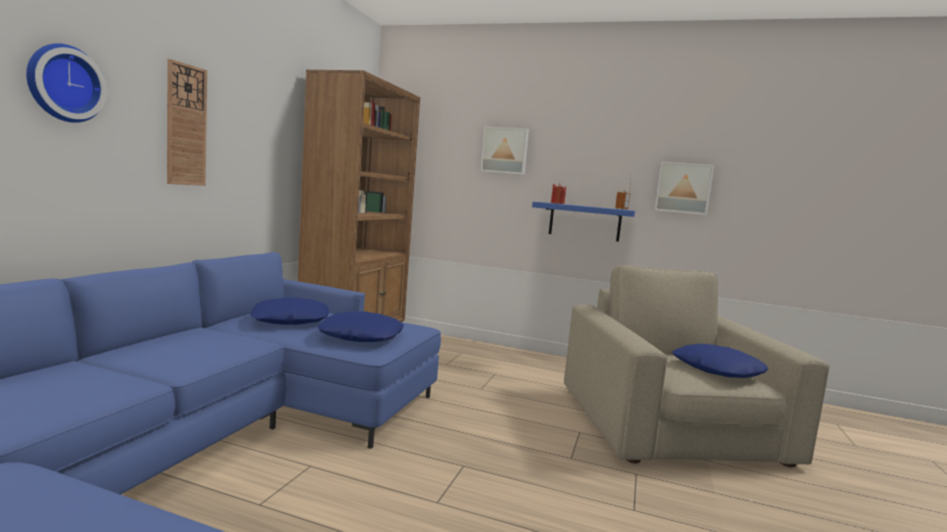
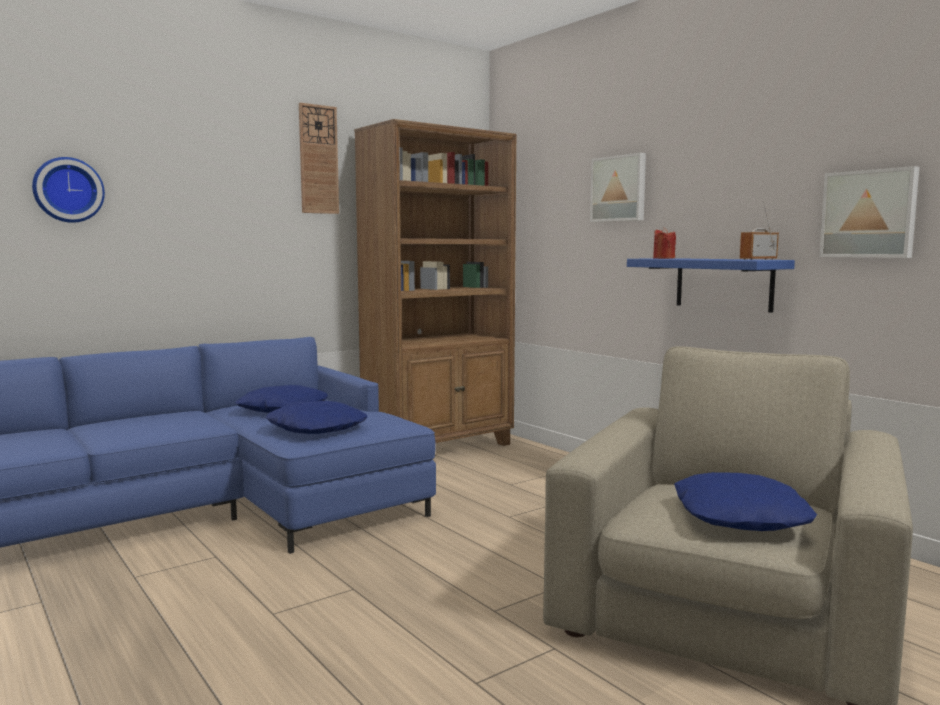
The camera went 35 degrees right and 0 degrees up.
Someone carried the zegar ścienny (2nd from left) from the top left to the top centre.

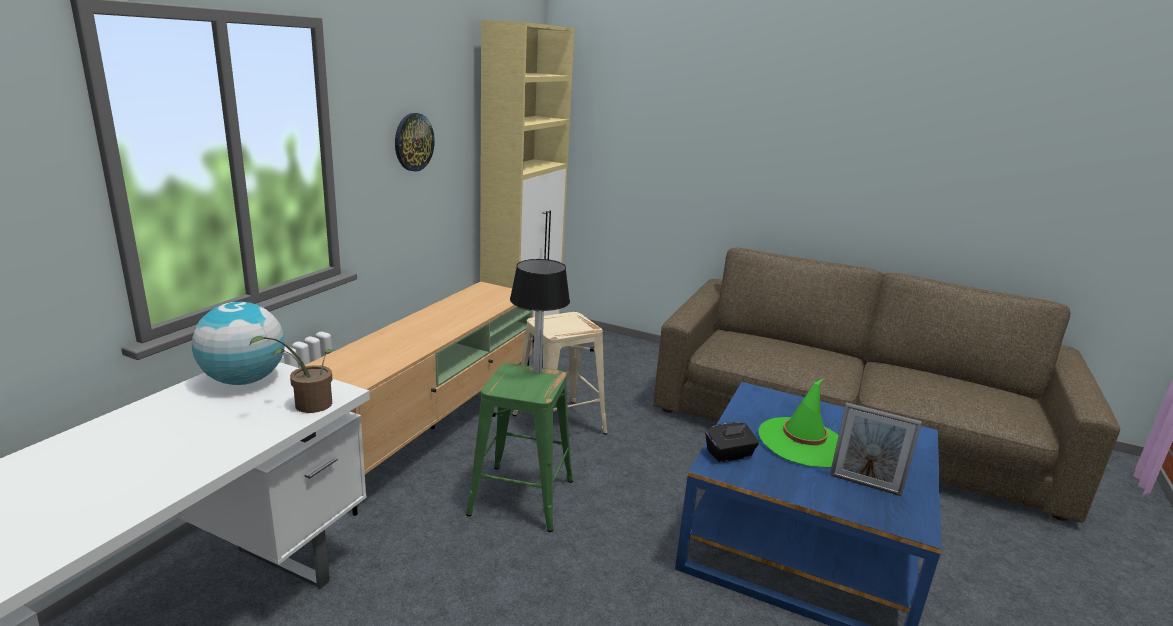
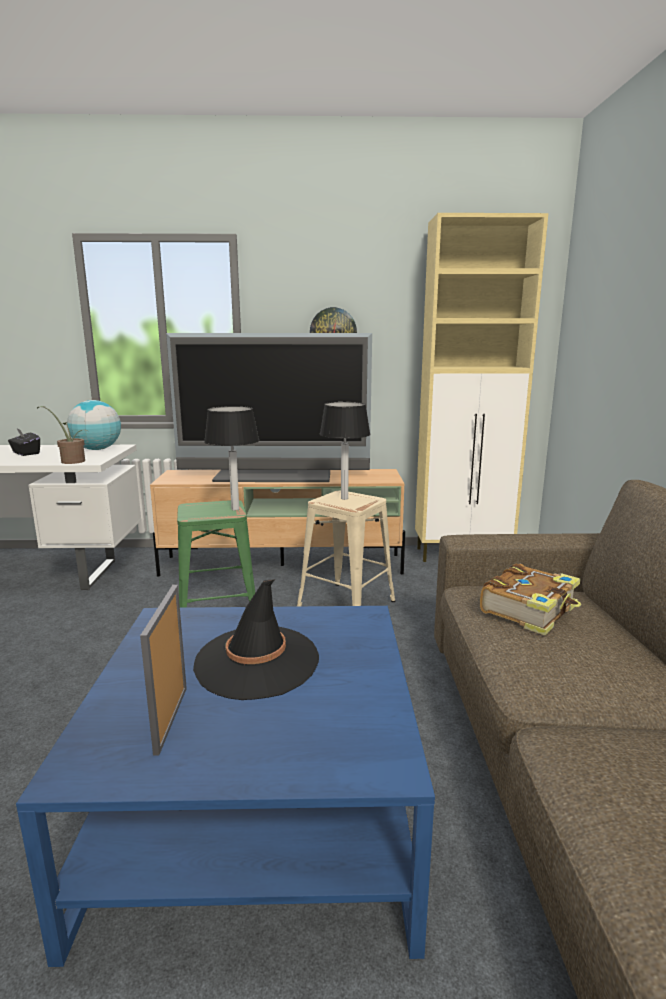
The camera went 65 degrees right and 5 degrees down.
Someone repainted the kapelusz/zielony at the bottom right, which became the kapelusz/czarny at the centre.
Someone carried the pudełko chusteczek/czarny from the bottom centre to the middle left.
Someone put down the telewizor at the centre.
Someone put down the lampa stołowa (2nd from left) at the centre.
Someone put down the książka at the middle right.

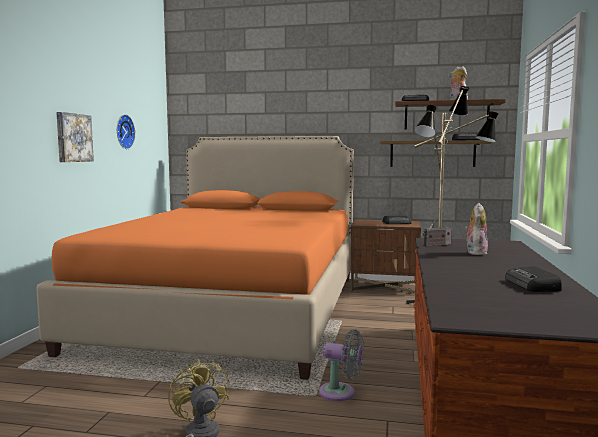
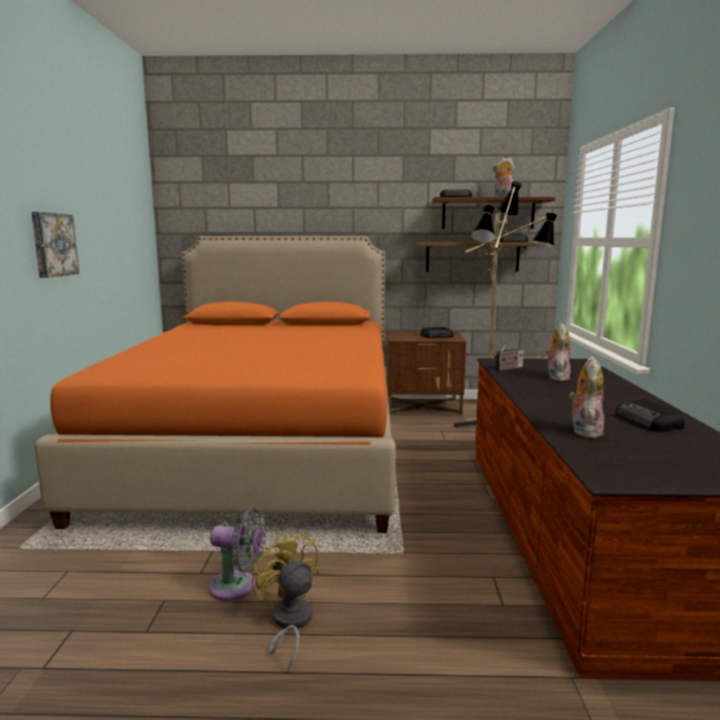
The camera went 10 degrees left and 5 degrees up.
Someone took away the zegar ścienny at the top left.
Someone carried the wentylator/szary from the bottom centre to the bottom left.
Someone put down the pluszak (3rd from left) at the middle right.

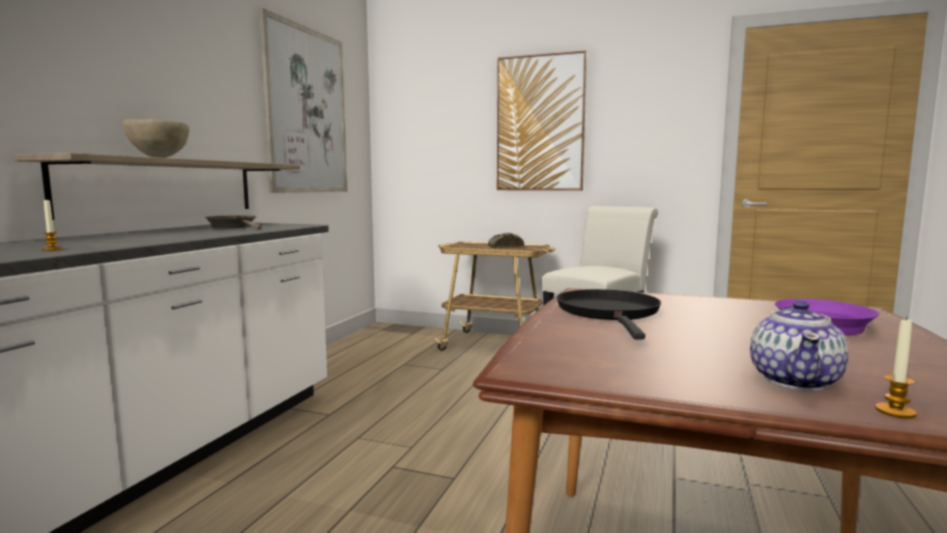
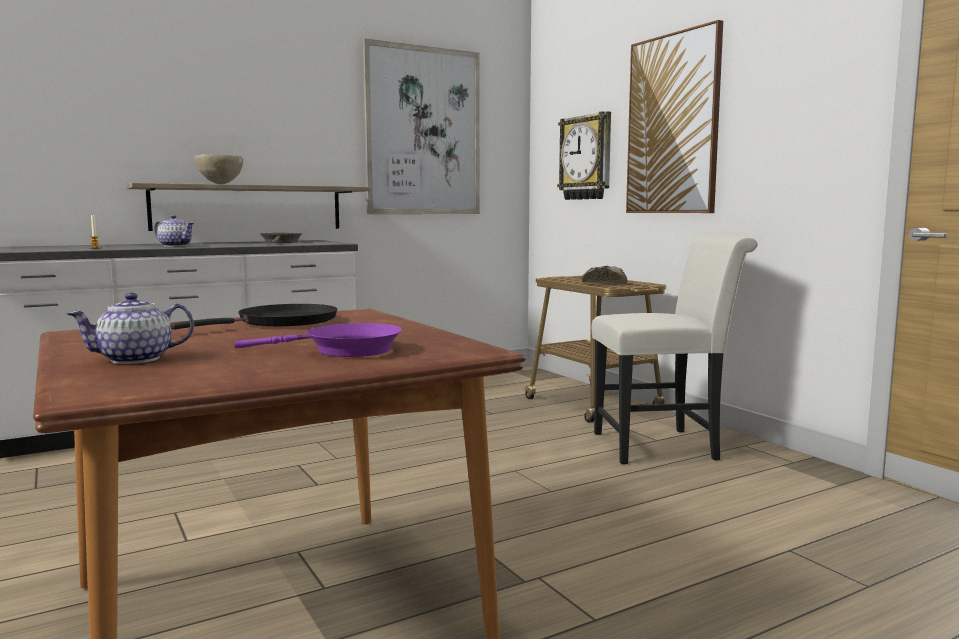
The camera went 40 degrees right and 0 degrees up.
Someone took away the świeca (2nd from left) at the bottom right.
Someone put up the zegar ścienny at the top centre.
Someone put down the imbryk (2nd from left) at the middle left.

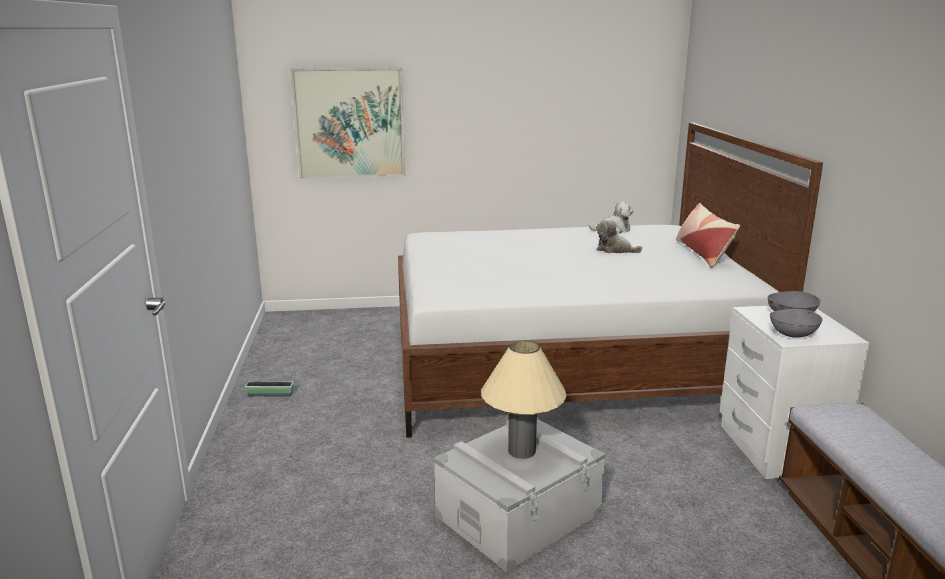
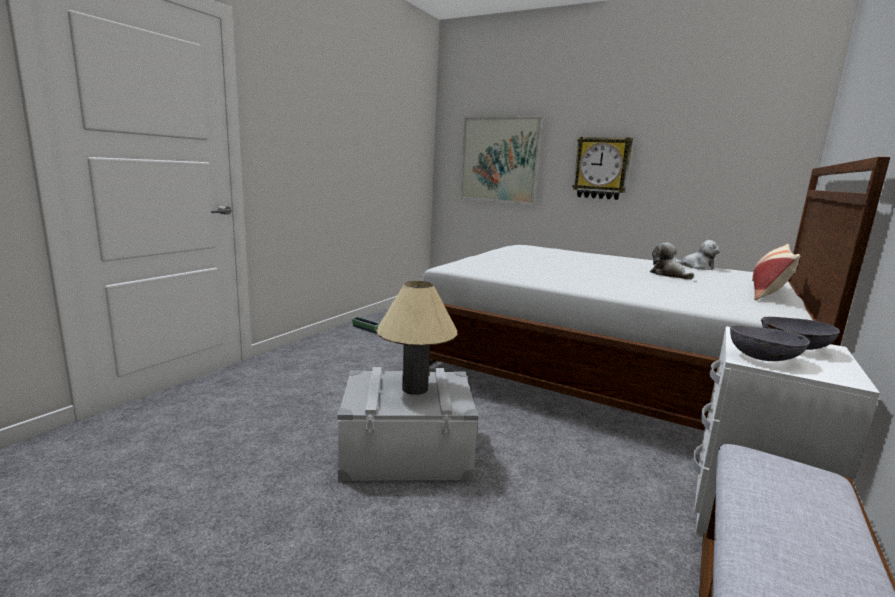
The camera went 35 degrees right and 5 degrees down.
Someone put up the zegar ścienny at the top right.

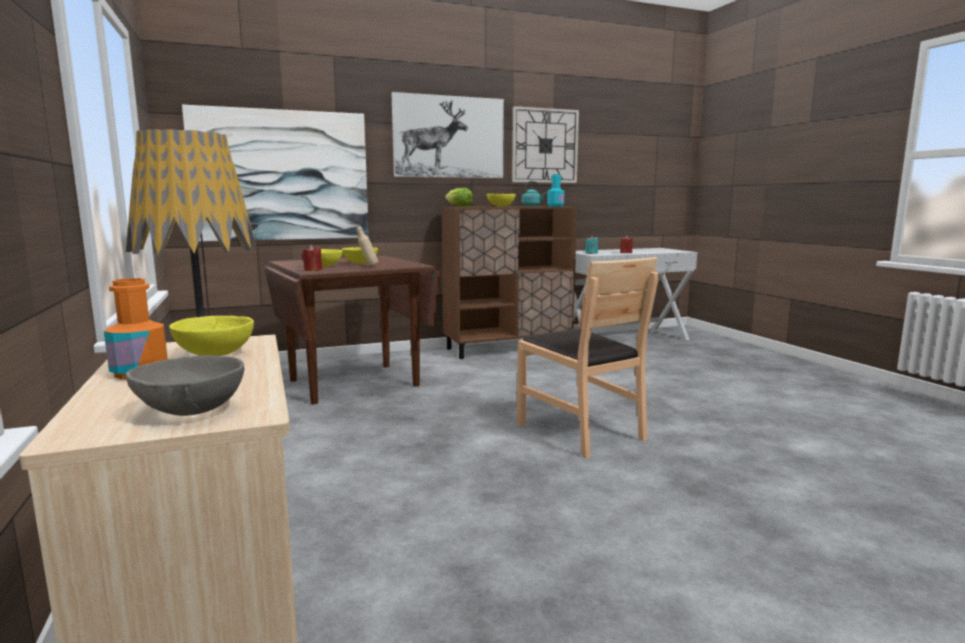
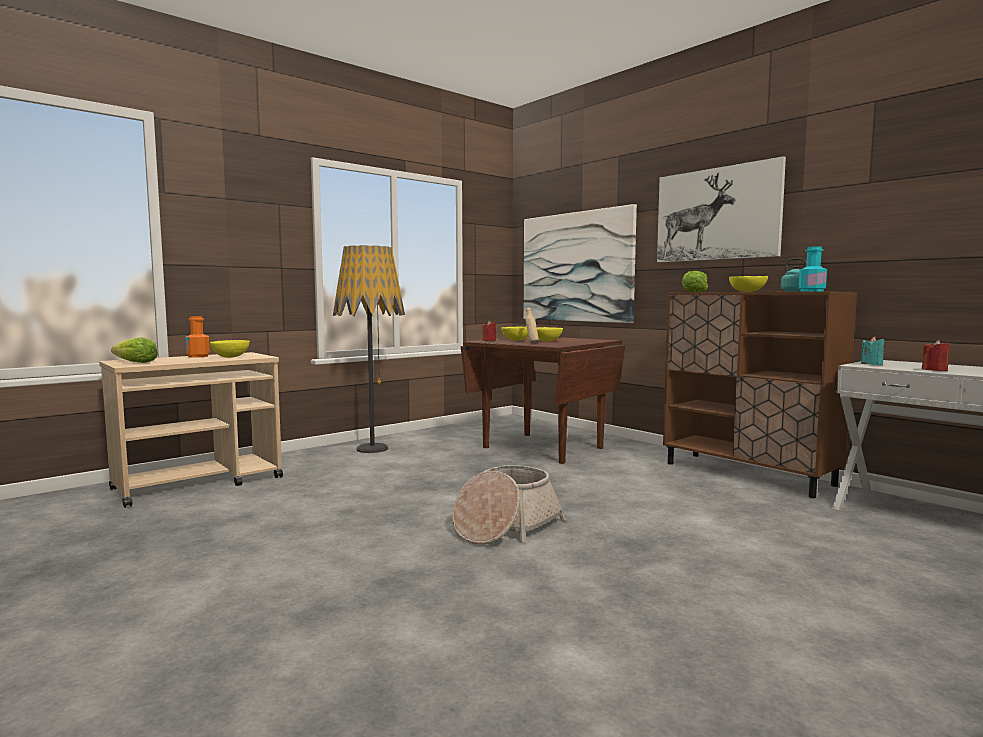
The camera went 70 degrees right and 5 degrees down.
Someone took away the zegar ścienny at the top centre.
Someone swapped the krzesło/brązowy at the centre for the koszyk at the bottom centre.
Someone swapped the miska/szary at the middle left for the sałata (1st from left) at the middle left.

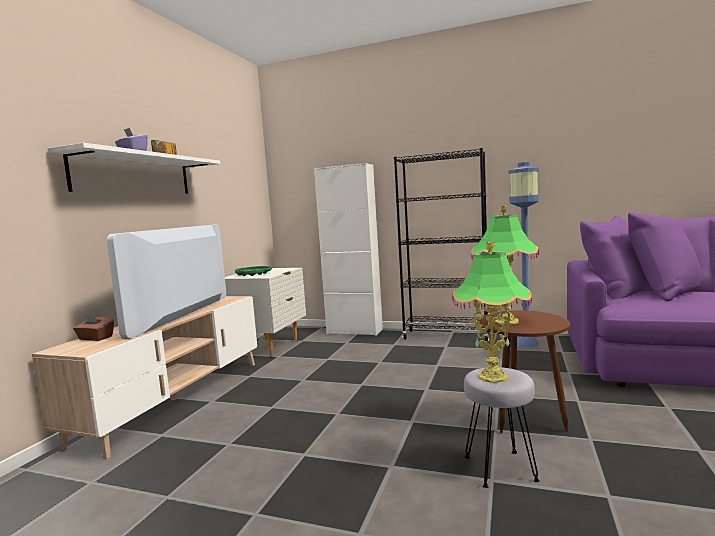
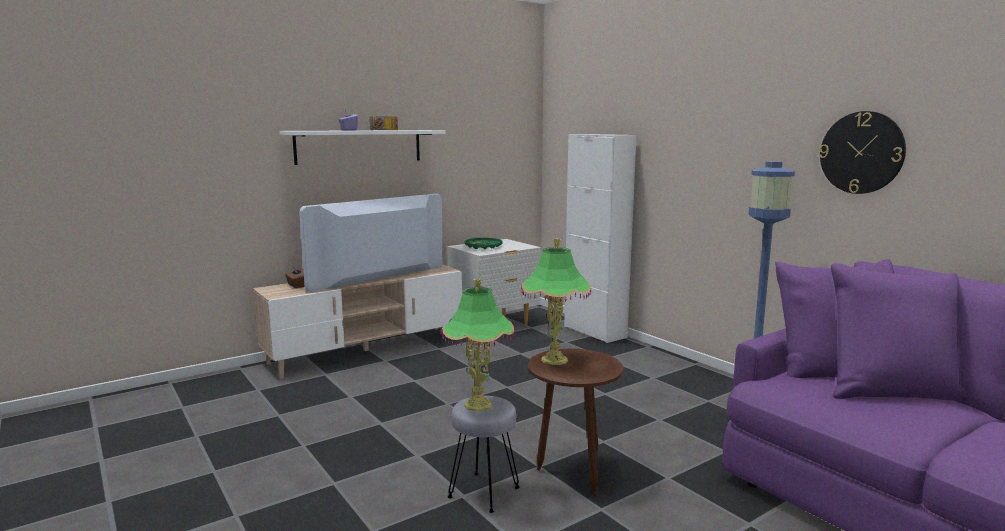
The camera went 35 degrees right and 5 degrees up.
Someone took away the regał/czarny at the centre.
Someone put up the zegar ścienny at the top right.

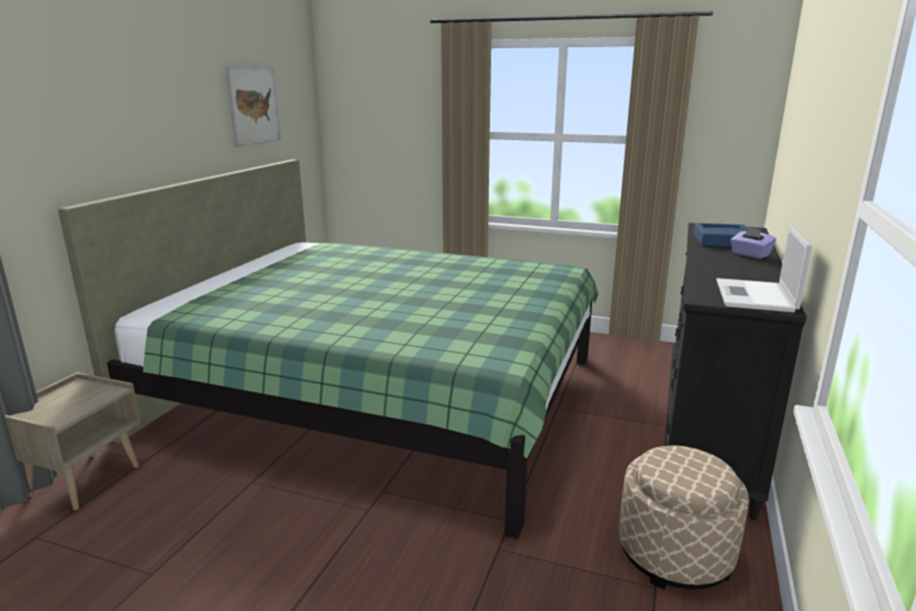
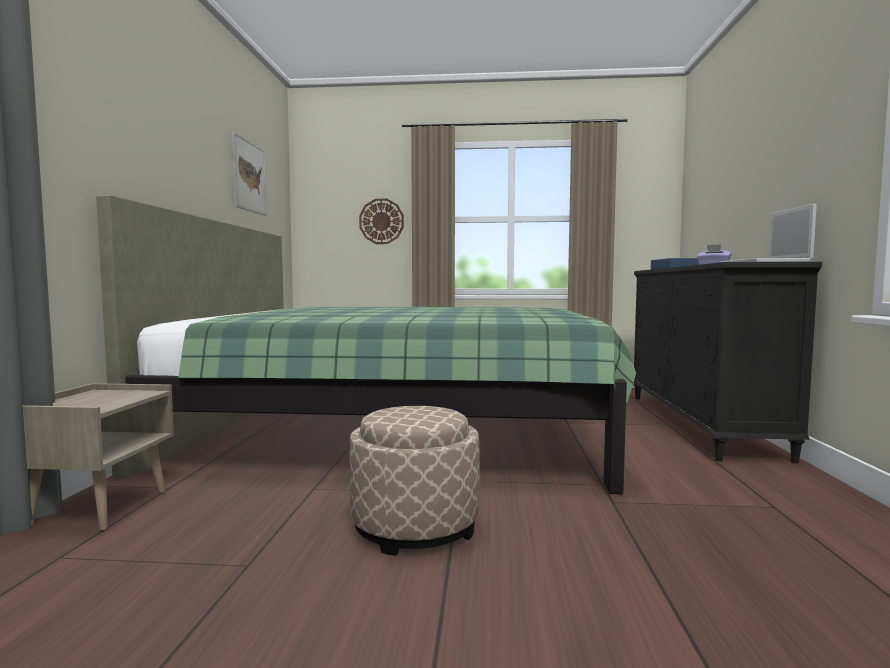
The camera went 15 degrees left and 15 degrees down.
Someone carried the pufa/beżowy from the bottom right to the bottom centre.
Someone put up the zegar ścienny at the top centre.

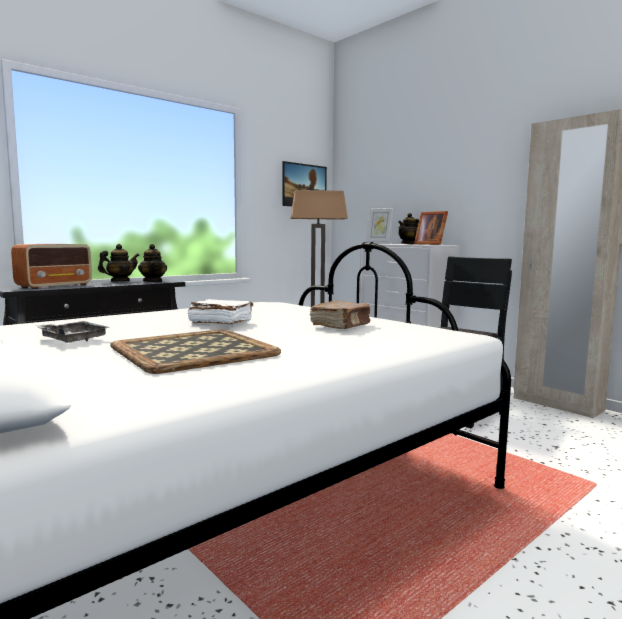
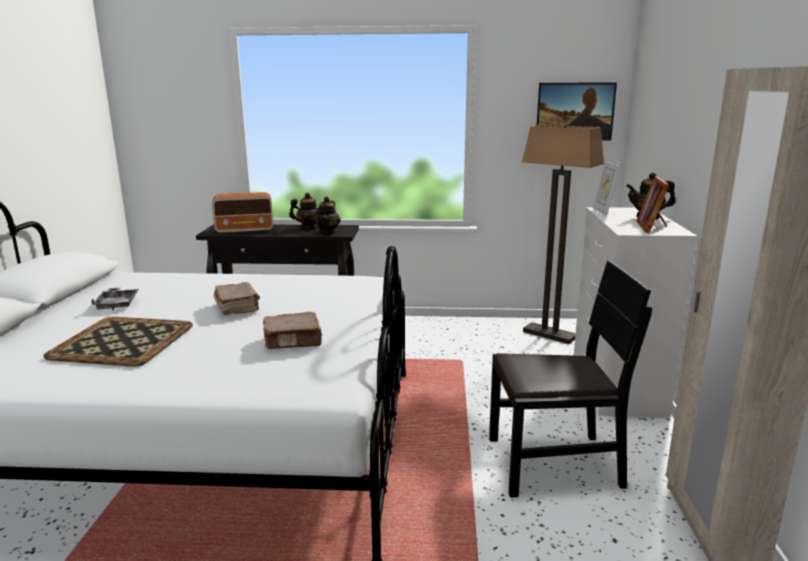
The camera went 45 degrees right and 10 degrees up.
Someone repainted the książka/biały at the centre, which became the książka/brązowy (1st from left) at the middle left.

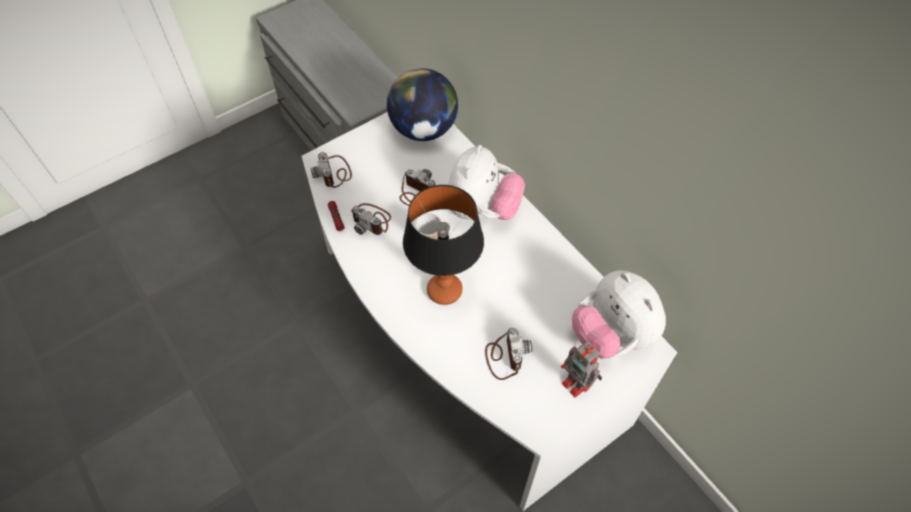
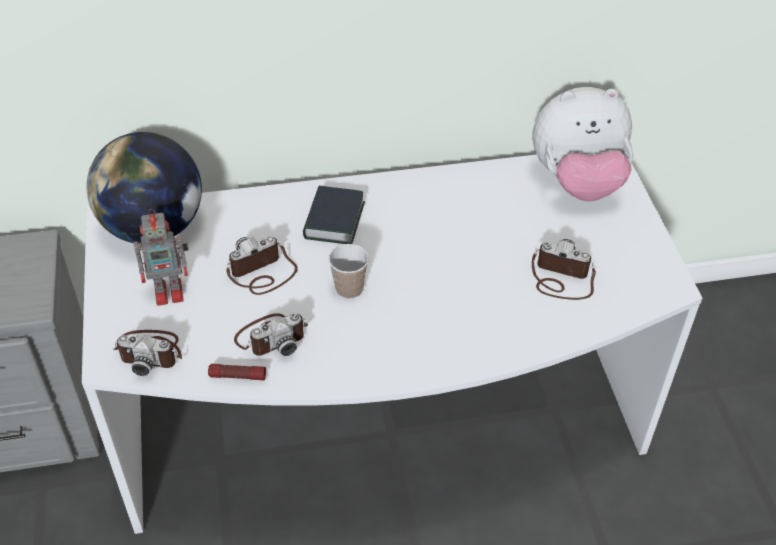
The camera went 65 degrees left and 10 degrees down.
Someone swapped the pluszak (1st from left) at the centre for the książka at the centre.
Someone took away the lampa stołowa at the centre.
Someone carried the robot zabawkowy from the bottom centre to the middle left.

